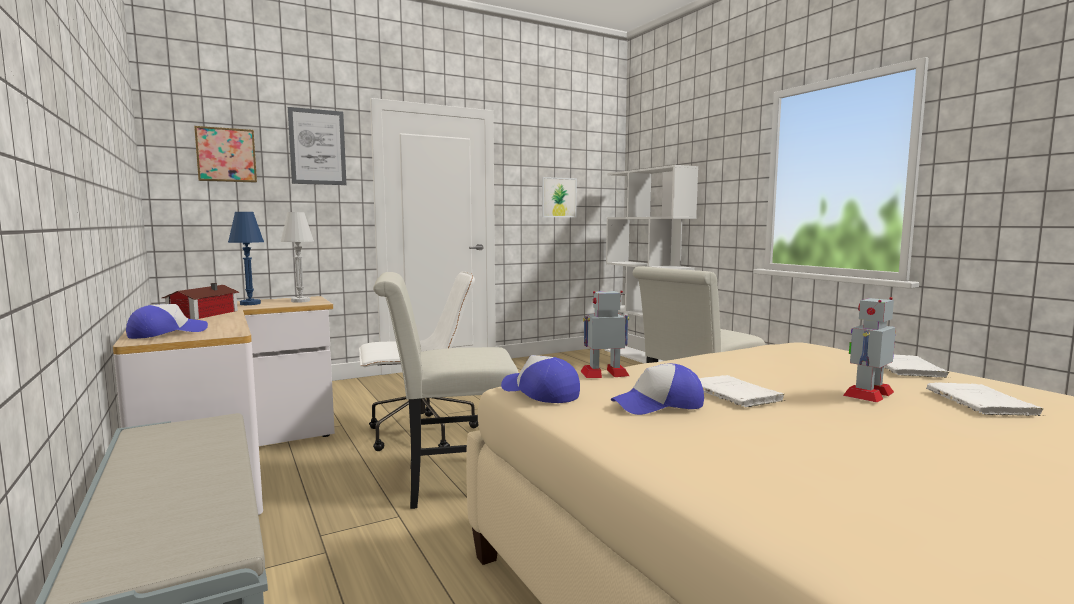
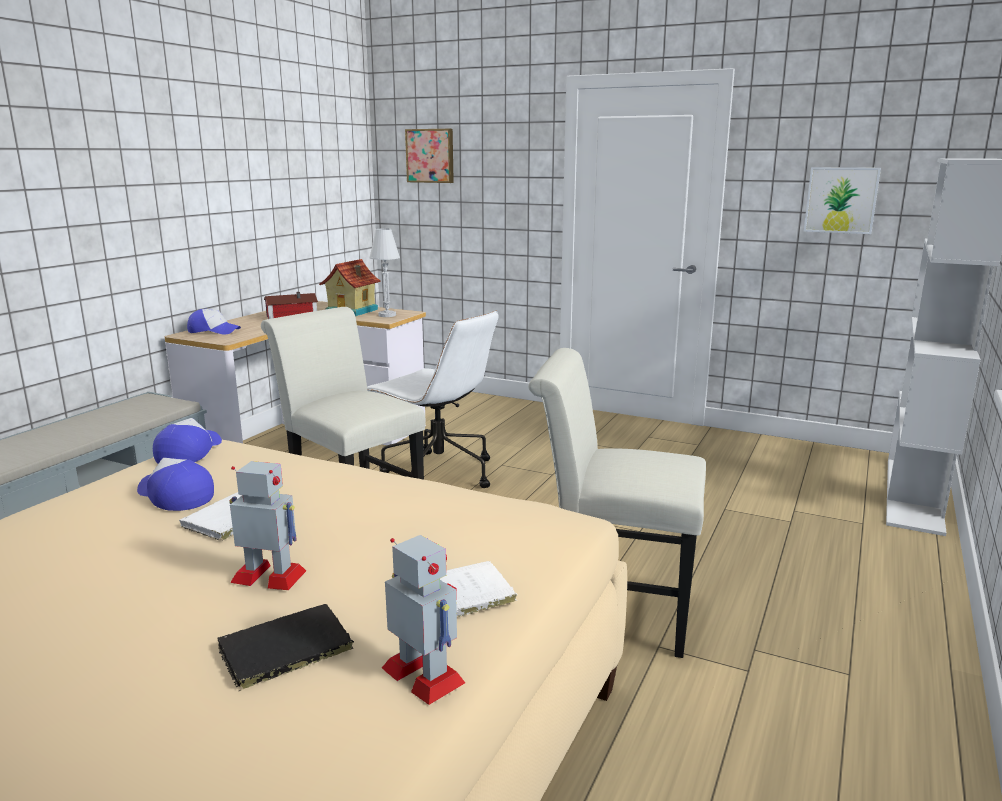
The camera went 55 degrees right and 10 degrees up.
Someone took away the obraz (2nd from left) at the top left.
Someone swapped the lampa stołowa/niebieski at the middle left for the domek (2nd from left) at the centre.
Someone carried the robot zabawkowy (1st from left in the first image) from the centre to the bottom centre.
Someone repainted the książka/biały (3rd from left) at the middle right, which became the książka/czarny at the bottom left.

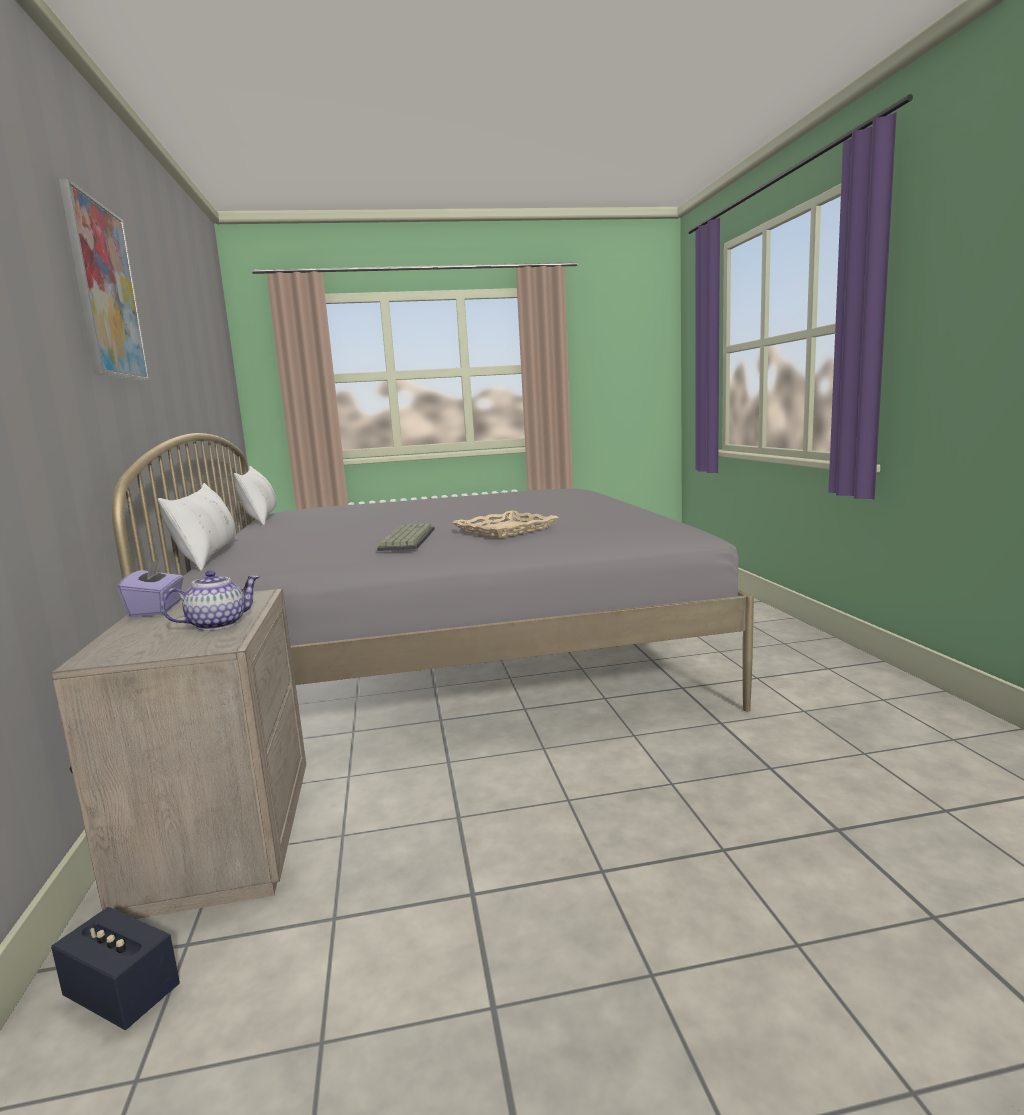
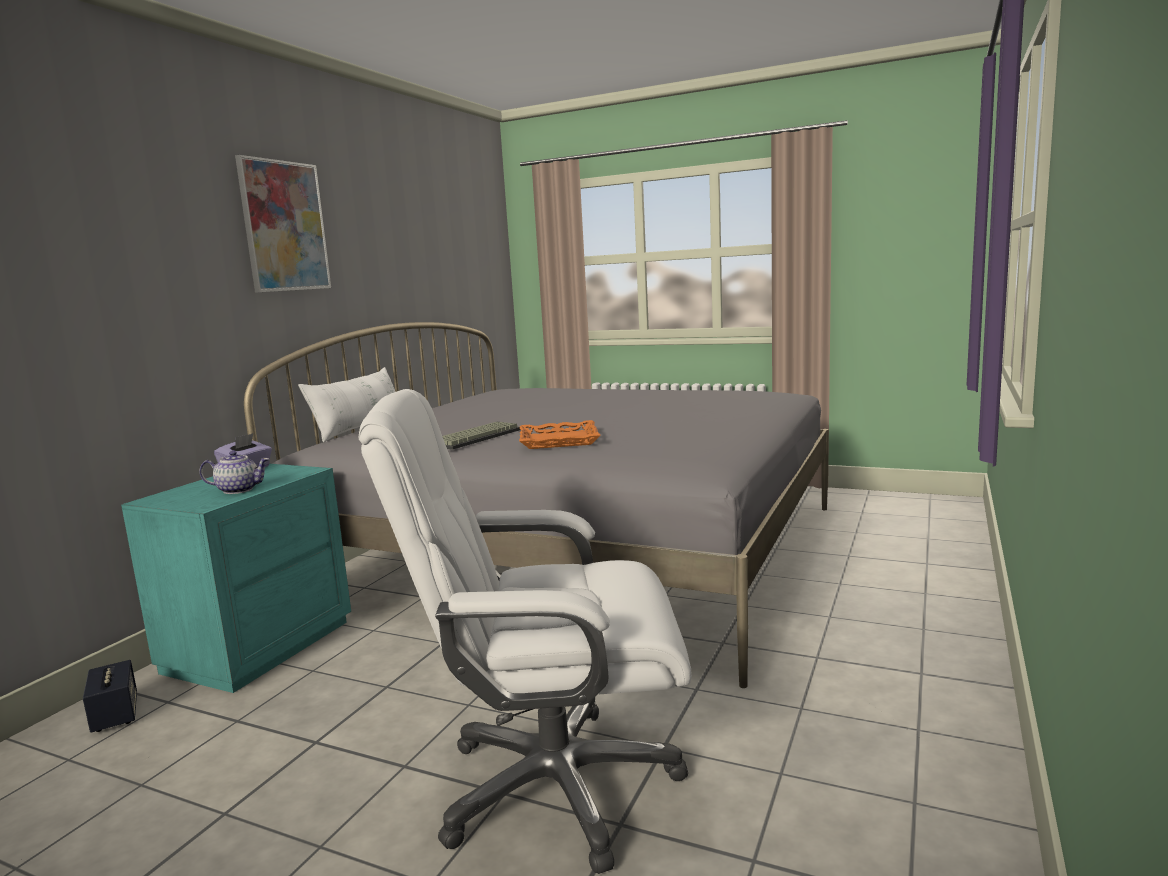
The camera went 35 degrees right and 0 degrees up.
Someone took away the poduszka/biały (2nd from left) at the middle left.
Someone repainted the taca/beżowy at the centre, which became the taca/pomarańczowy at the centre.
Someone repainted the szafka nocna/beżowy at the bottom left, which became the szafka nocna/turkusowy at the middle left.
Someone put down the krzesło biurowe/biały at the bottom centre.

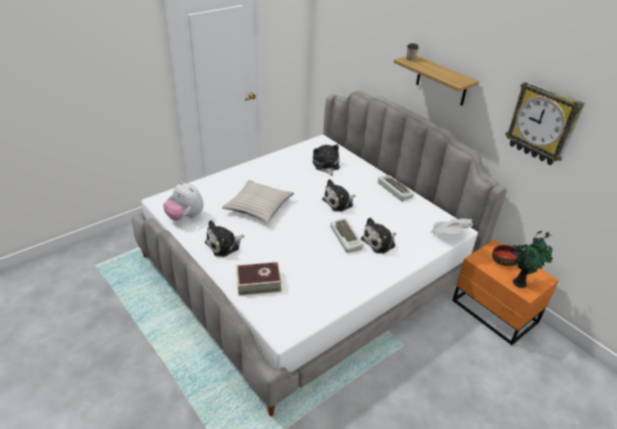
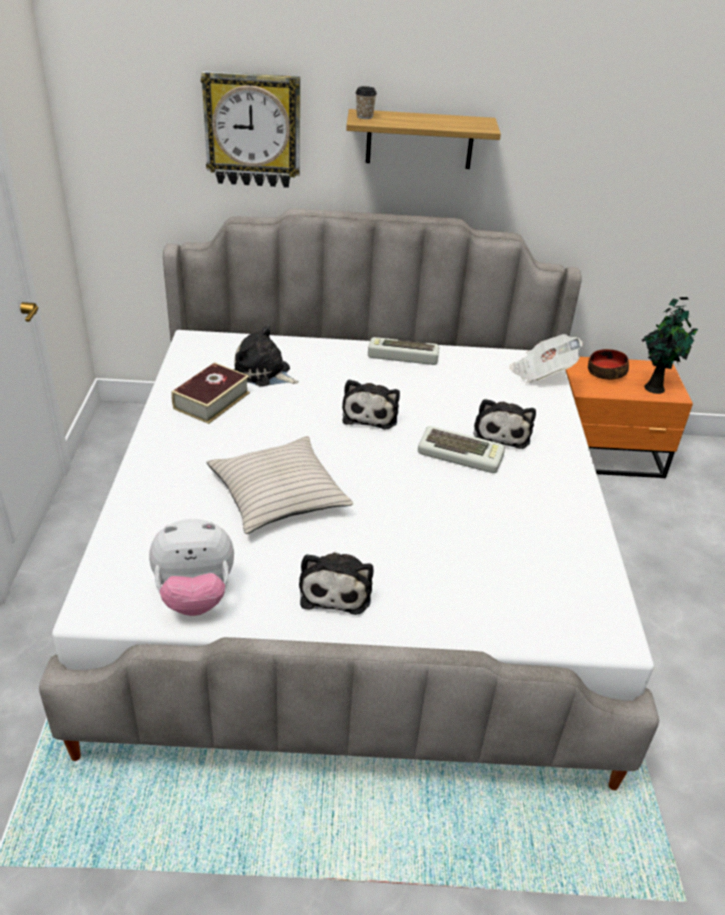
The camera went 50 degrees left and 0 degrees up.
Someone carried the zegar ścienny from the top right to the top centre.
Someone carried the książka from the centre to the middle left.

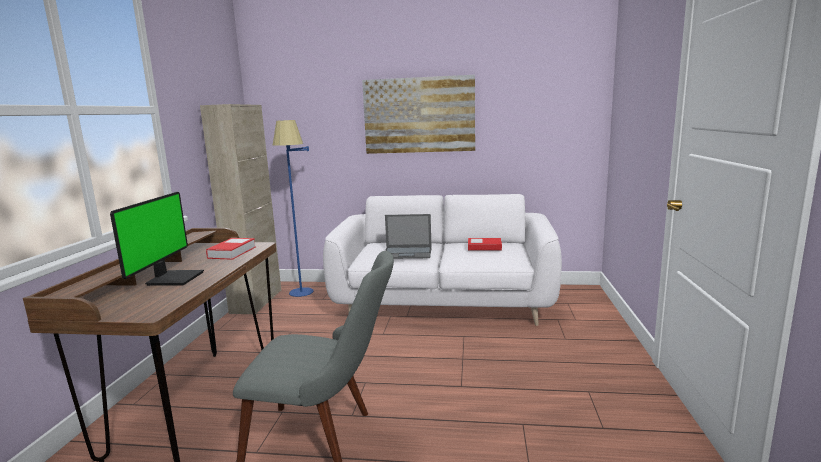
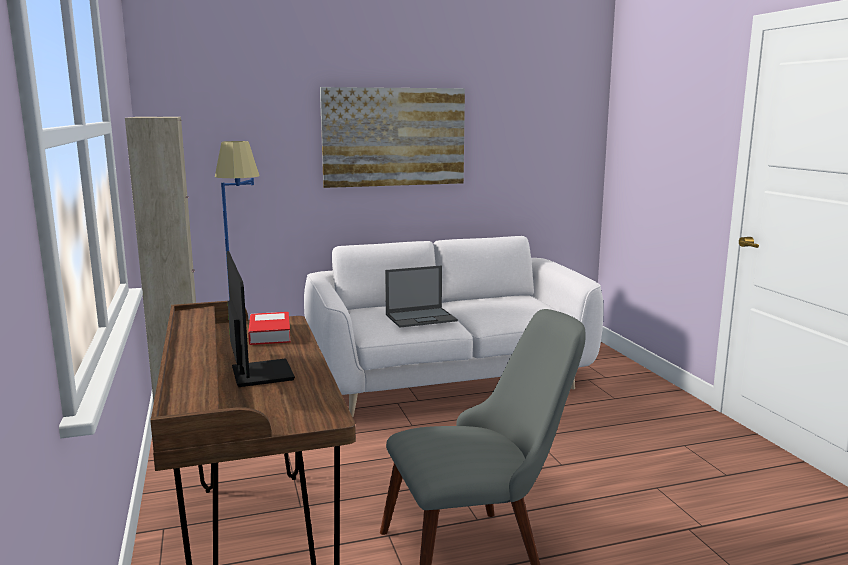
The camera went 25 degrees left and 0 degrees up.
Someone took away the książka (2nd from left) at the centre.

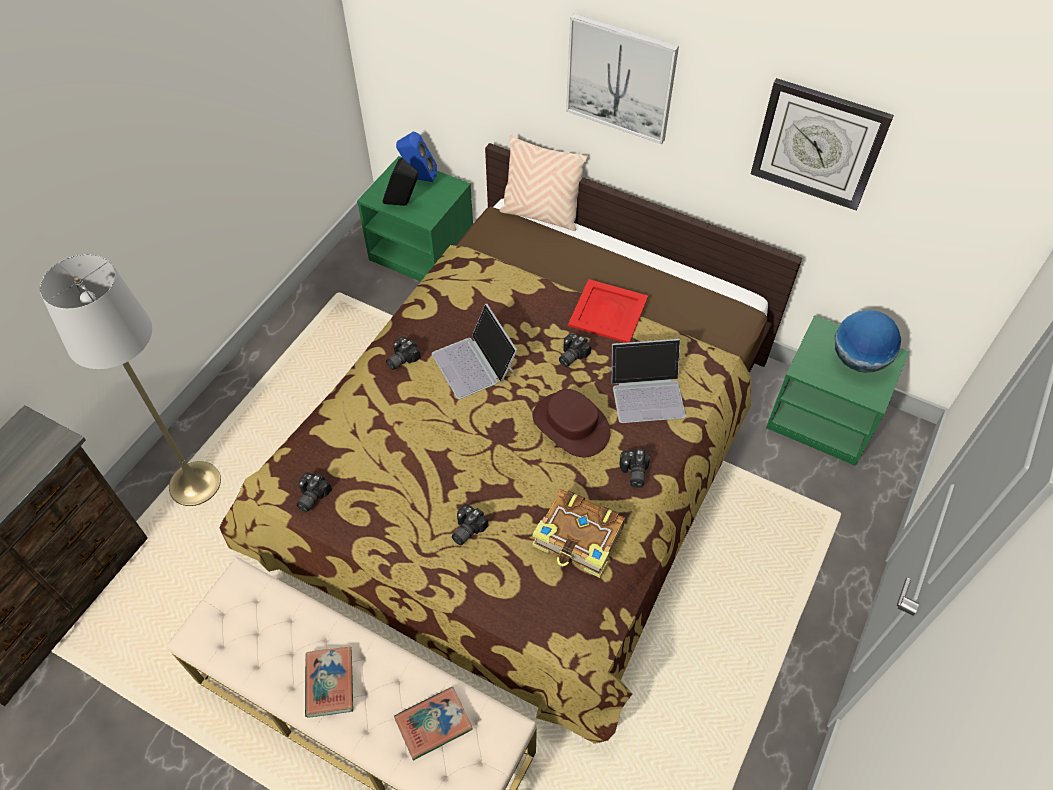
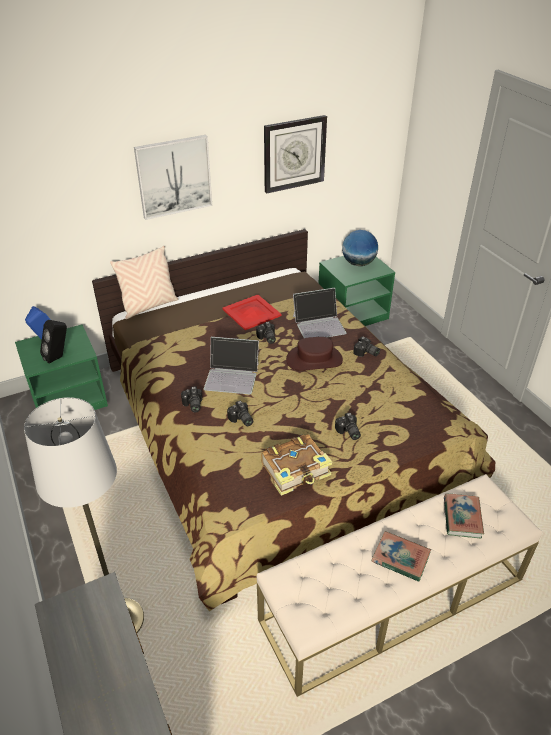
The camera went 55 degrees left and 15 degrees down.
Someone rotated the laptop (2nd from left) at the centre by 45 degrees clockwise.
Someone carried the aparat fotograficzny (1st from left in the first image) from the middle left to the centre.
Someone carried the książka (3rd from left in the first image) from the bottom centre to the centre.

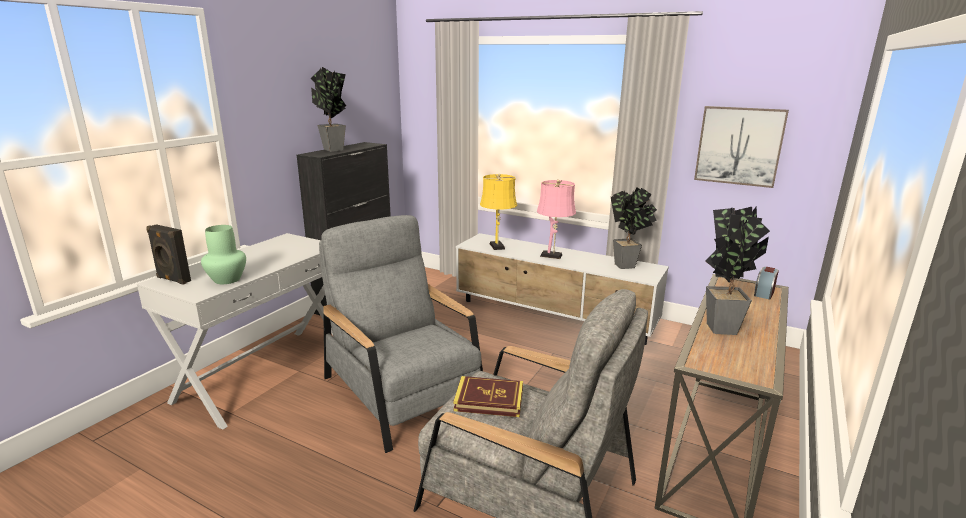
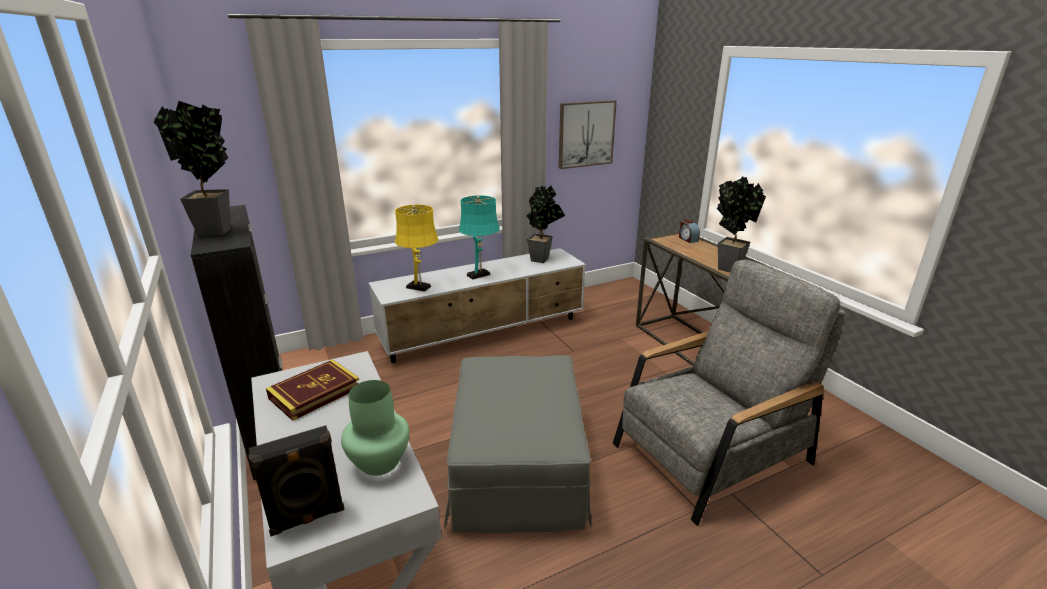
The camera went 55 degrees left and 5 degrees up.
Someone repainted the lampa stołowa/różowy at the centre, which became the lampa stołowa/turkusowy at the centre.
Someone swapped the fotel/szary (1st from left) at the centre for the pufa/szary at the bottom centre.
Someone carried the książka from the bottom centre to the middle left.

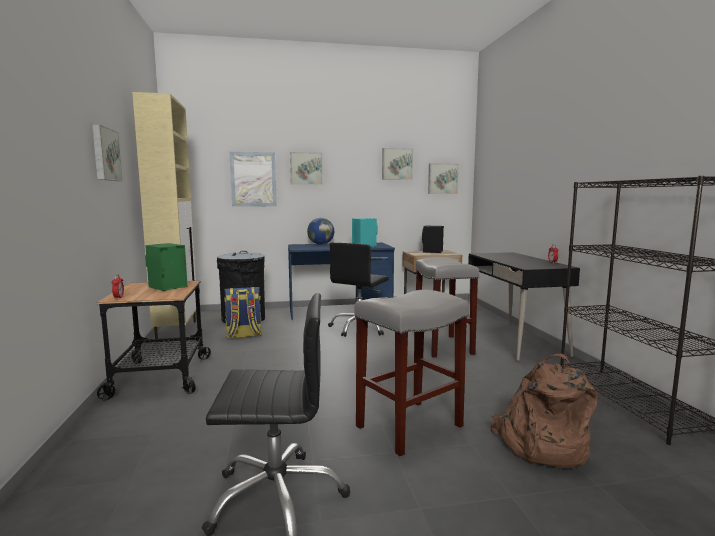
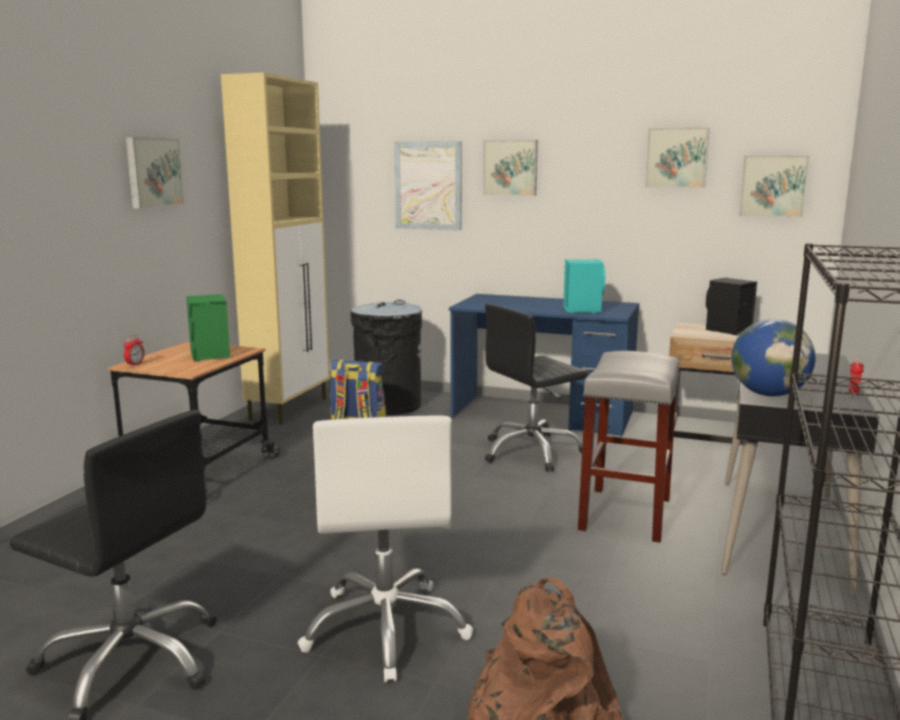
The camera went 30 degrees right and 5 degrees up.
Someone carried the globus from the centre to the middle right.
Someone swapped the stołek/szary (1st from left) at the bottom centre for the krzesło biurowe/biały at the bottom centre.

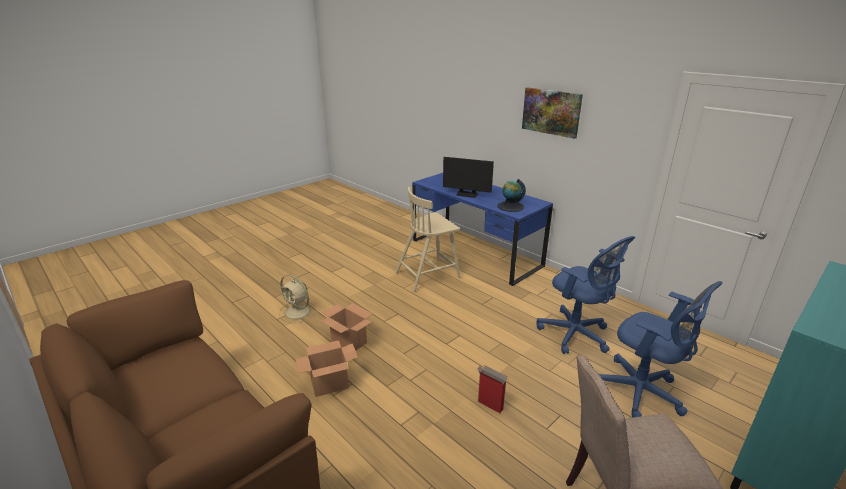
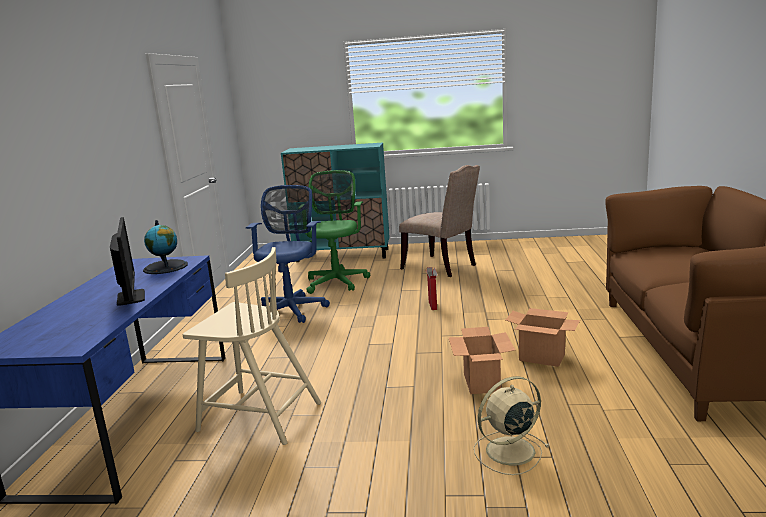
The camera went 130 degrees left and 10 degrees down.
Someone took away the obraz at the top centre.
Someone rotated the wentylator/beżowy at the centre by 105 degrees counterclockwise.
Someone repainted the krzesło biurowe/niebieski (2nd from left) at the bottom right, which became the krzesło biurowe/zielony at the centre.

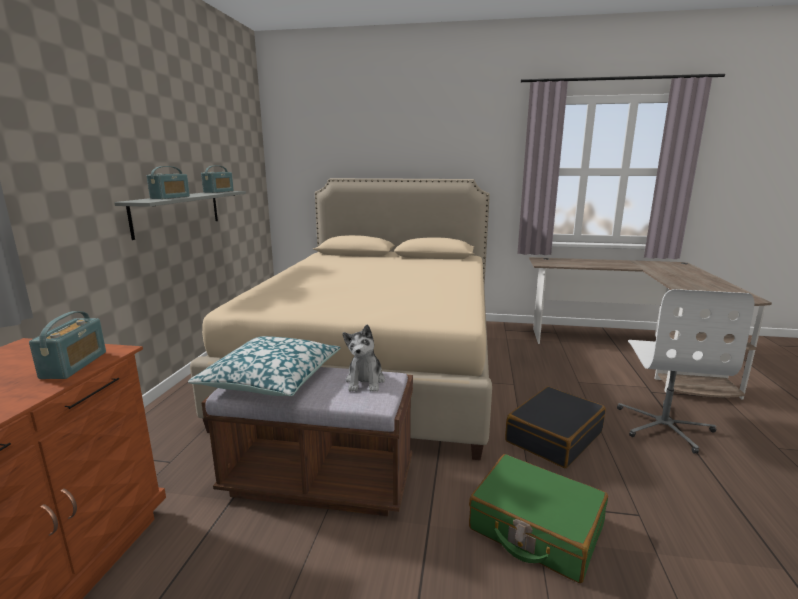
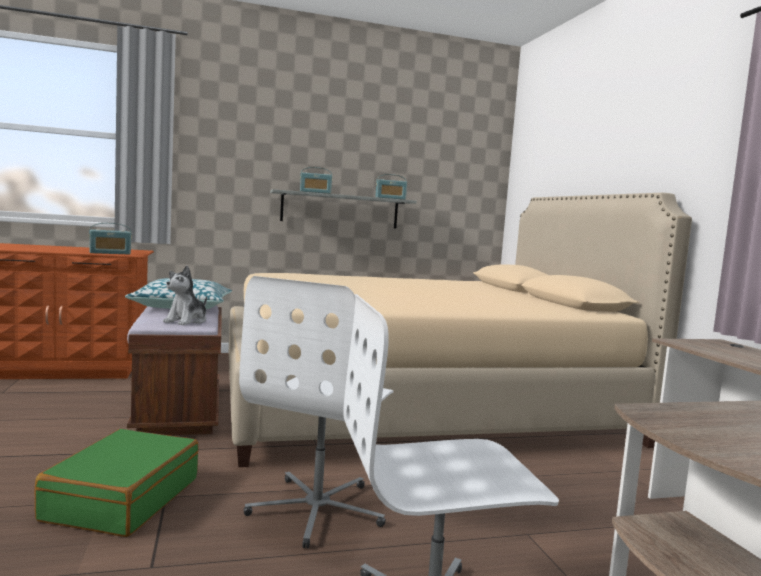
The camera went 65 degrees right and 10 degrees down.
Someone rotated the pluszak at the centre by 45 degrees counterclockwise.
Someone swapped the walizka/czarny at the bottom right for the krzesło biurowe/biały (1st from left) at the bottom centre.

